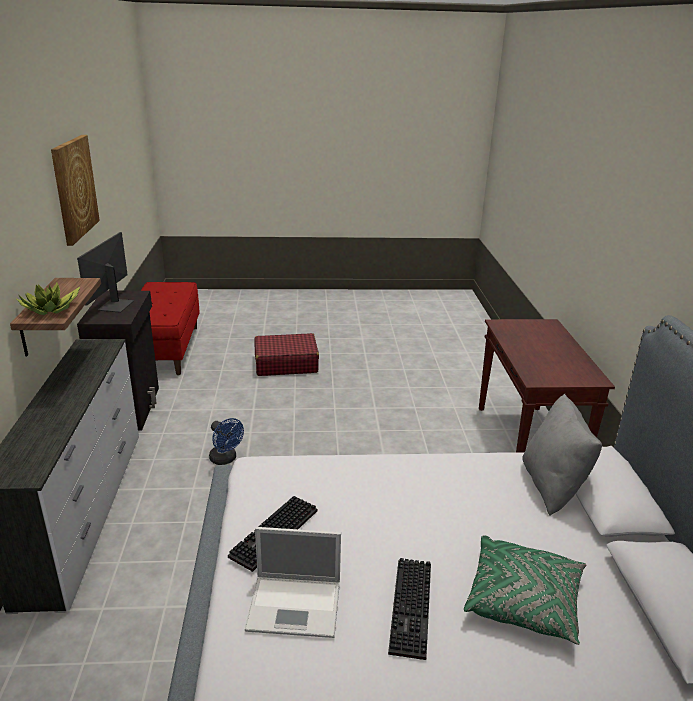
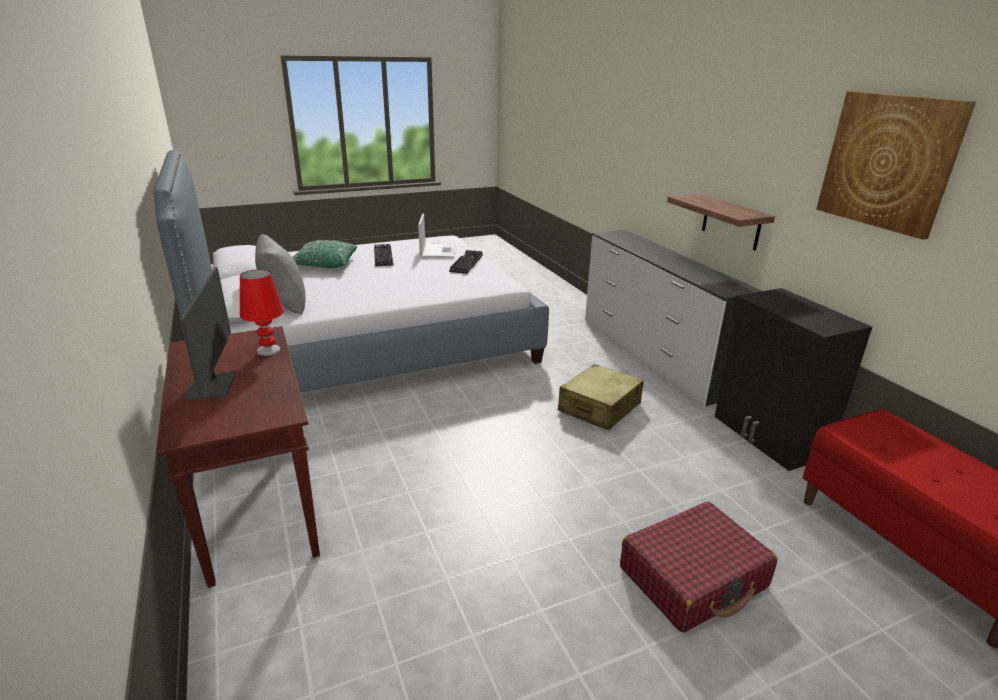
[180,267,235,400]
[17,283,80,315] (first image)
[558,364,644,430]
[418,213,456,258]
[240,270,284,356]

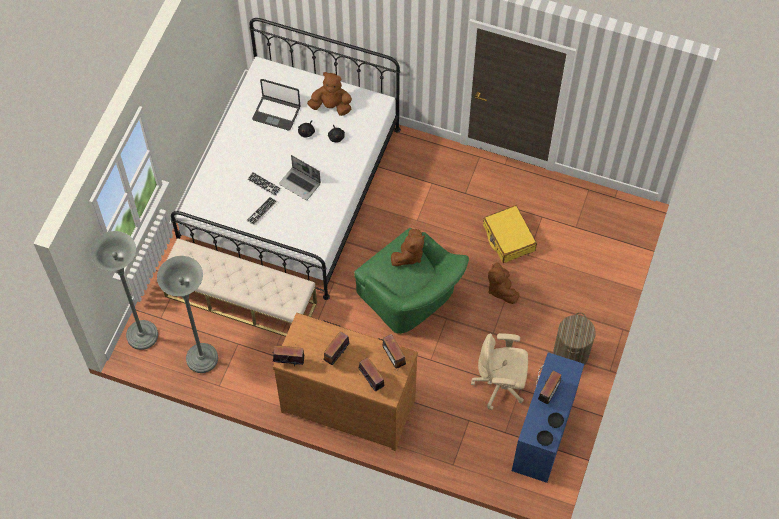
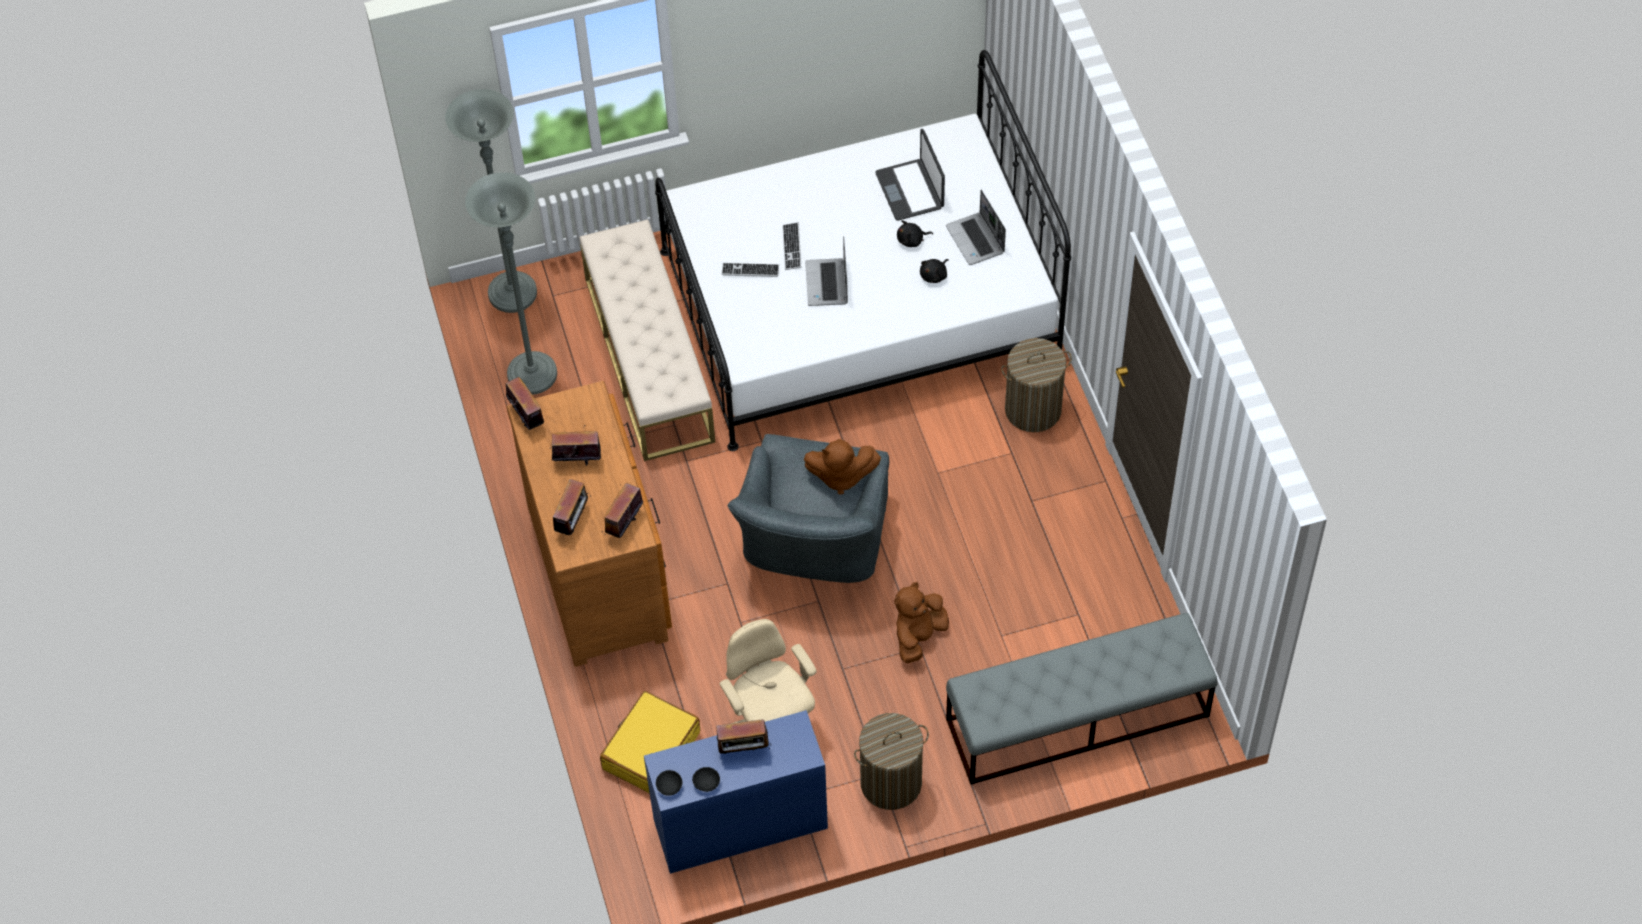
[946,190,1006,265]
[600,691,700,794]
[728,434,889,583]
[1001,338,1072,432]
[946,613,1217,785]

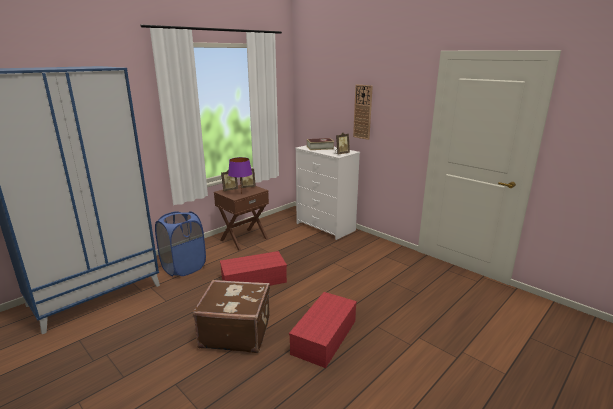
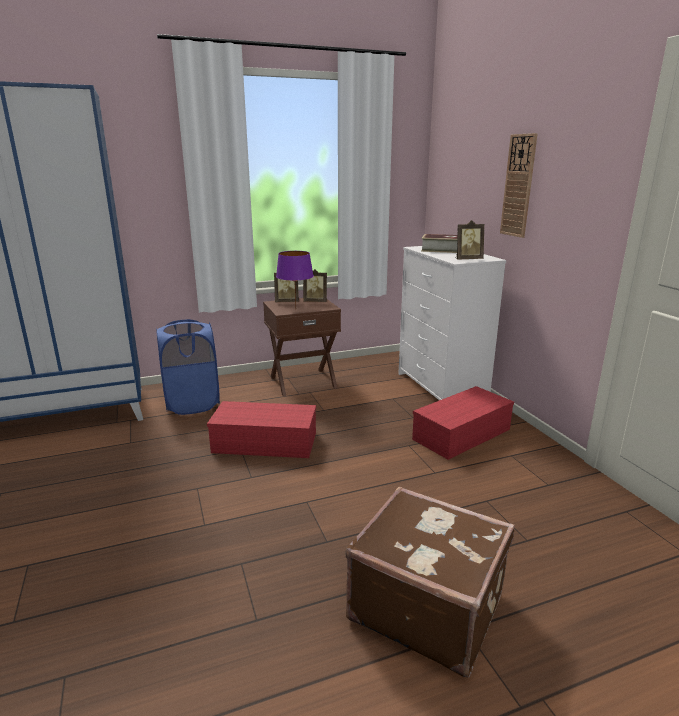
[345,487,515,677]
[412,386,514,460]

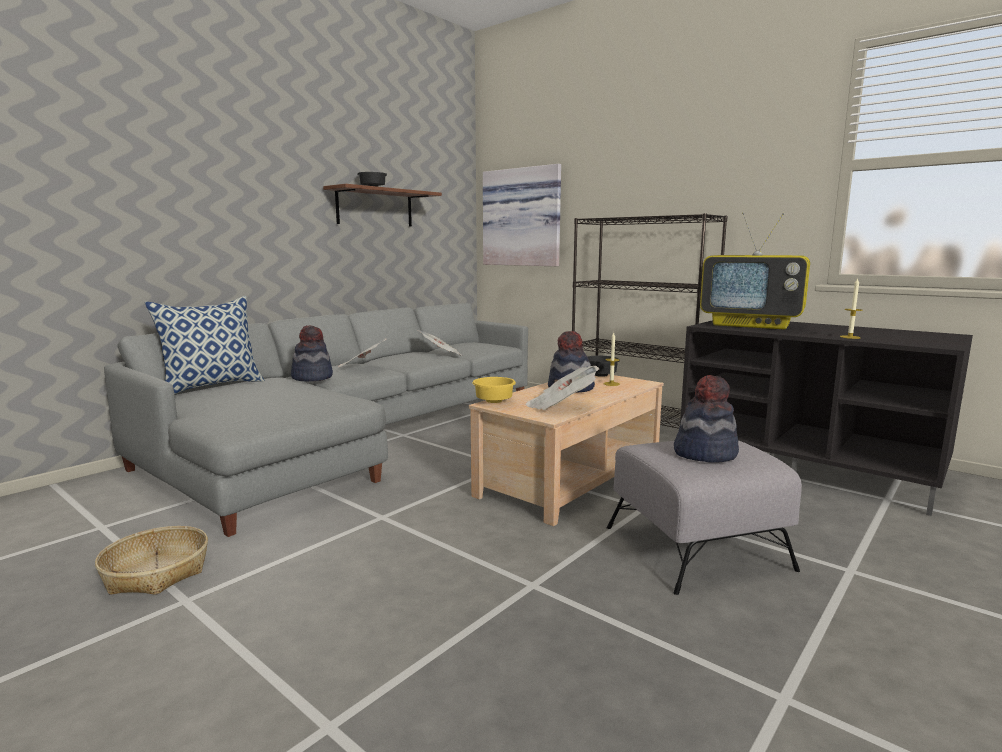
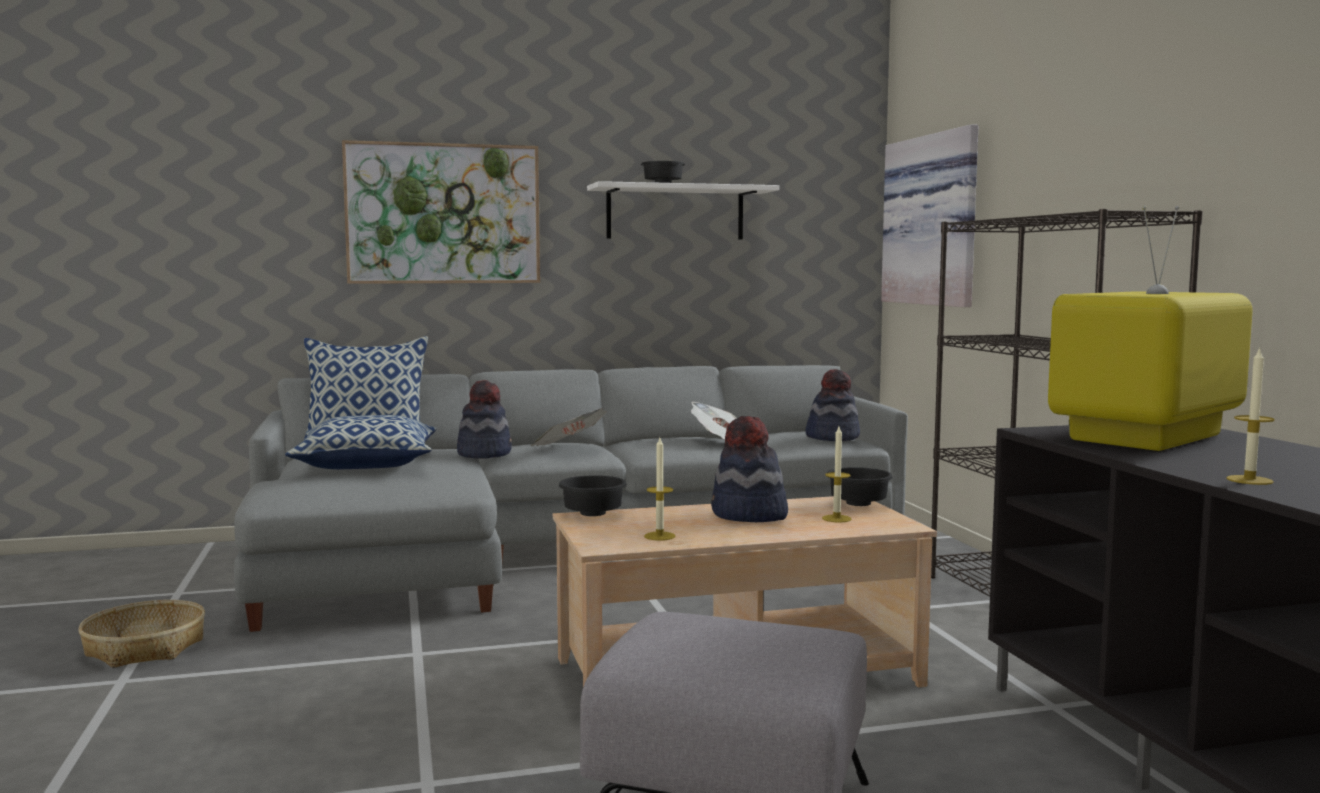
[587,181,779,240]
[1048,206,1253,451]
[644,438,676,541]
[805,369,860,441]
[559,475,627,516]
[342,140,540,284]
[285,415,436,469]

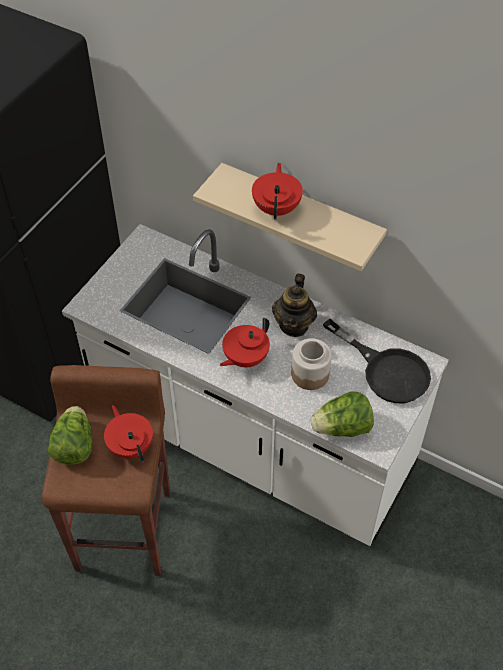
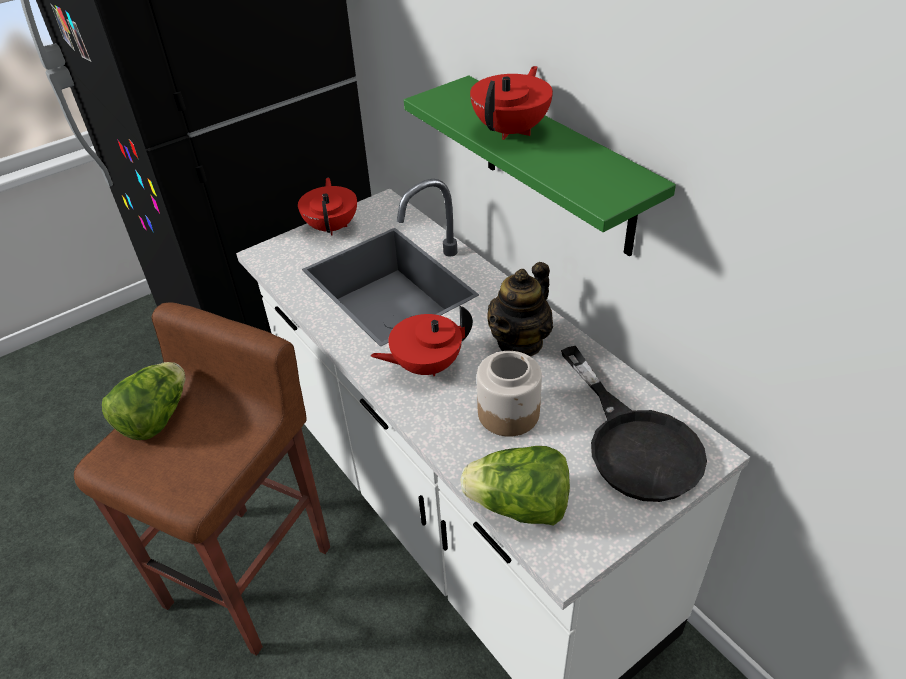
[404,76,676,256]
[298,178,357,236]

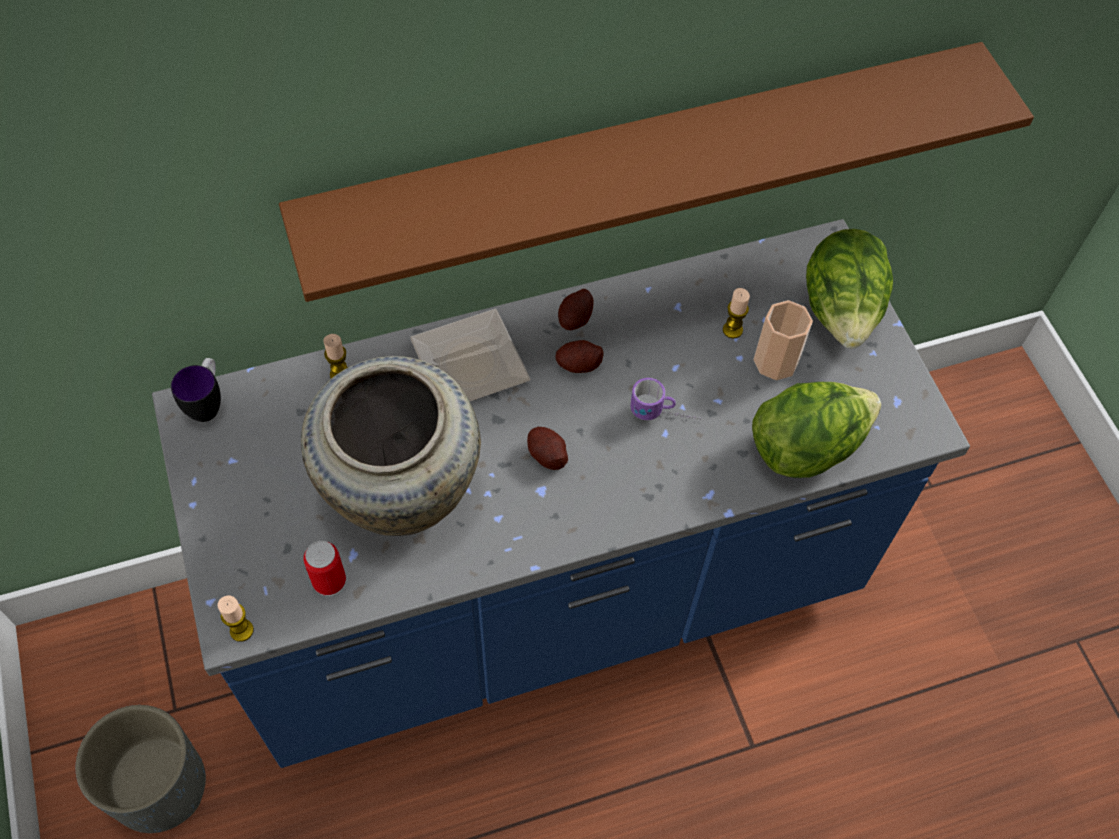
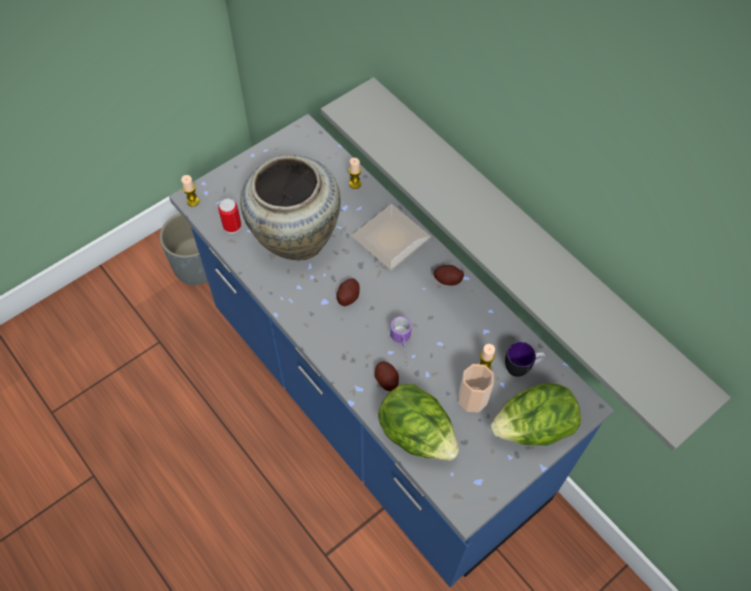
[321,77,731,451]
[375,361,399,391]
[505,342,545,377]

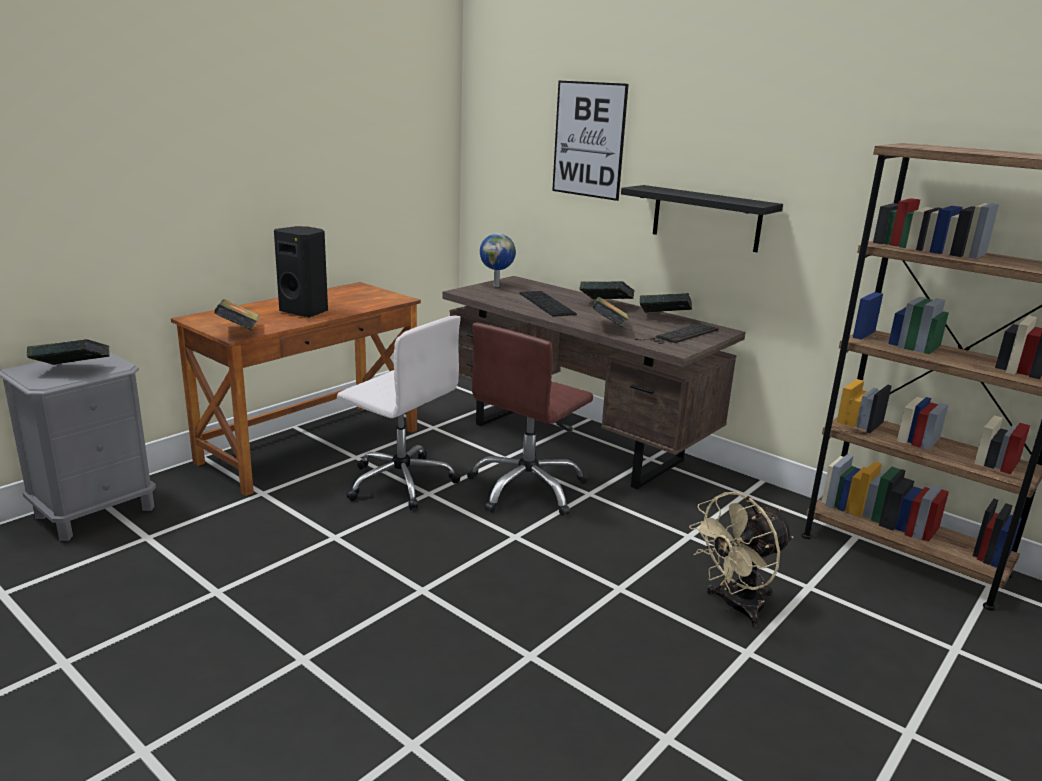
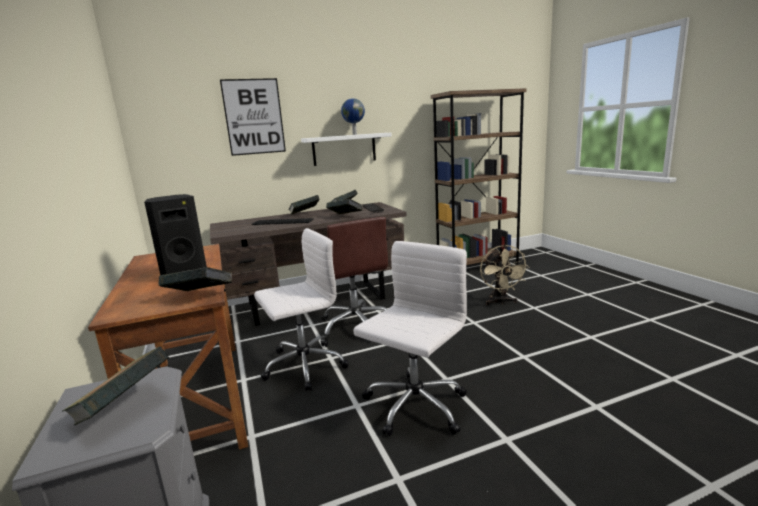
[301,133,392,166]
[341,98,365,135]
[353,241,467,436]

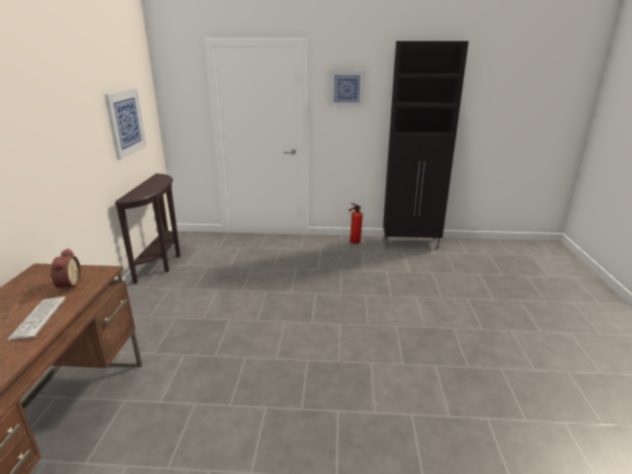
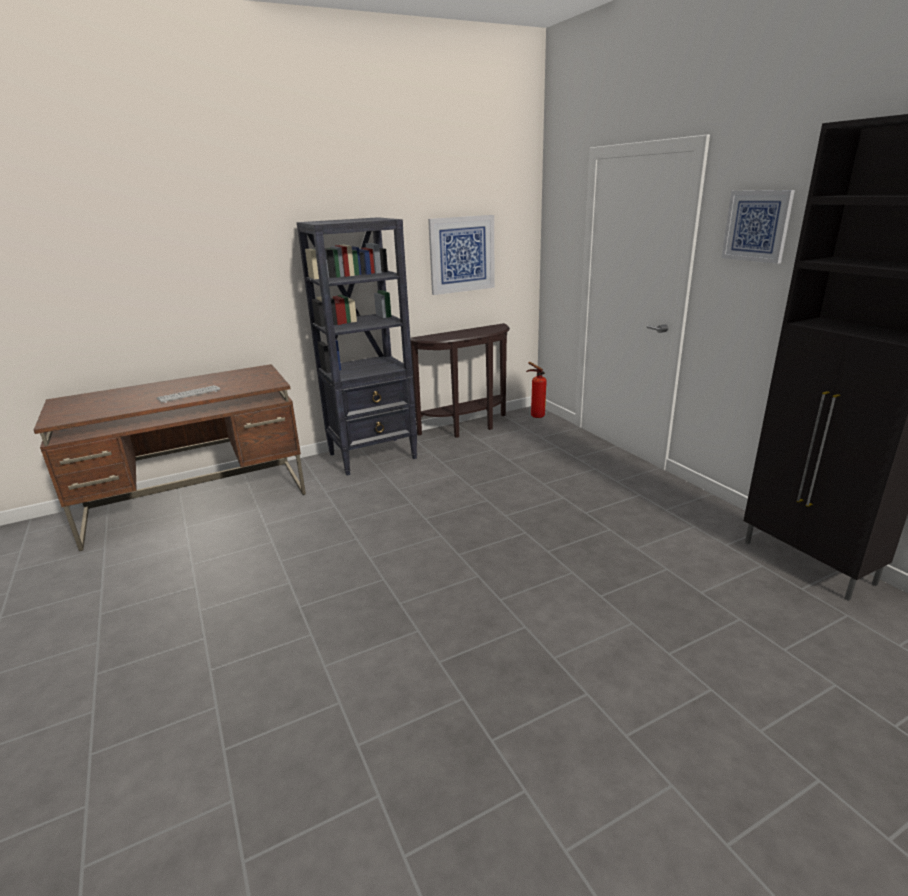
[526,362,547,418]
[50,248,81,292] (first image)
[297,217,417,476]

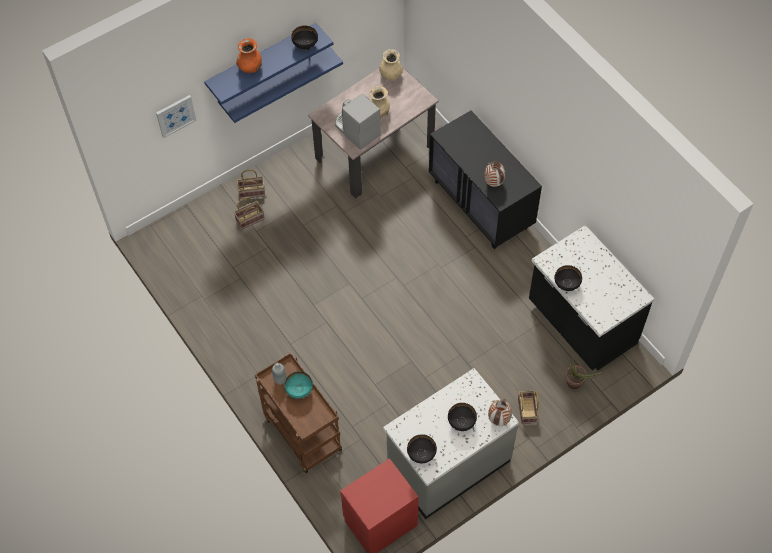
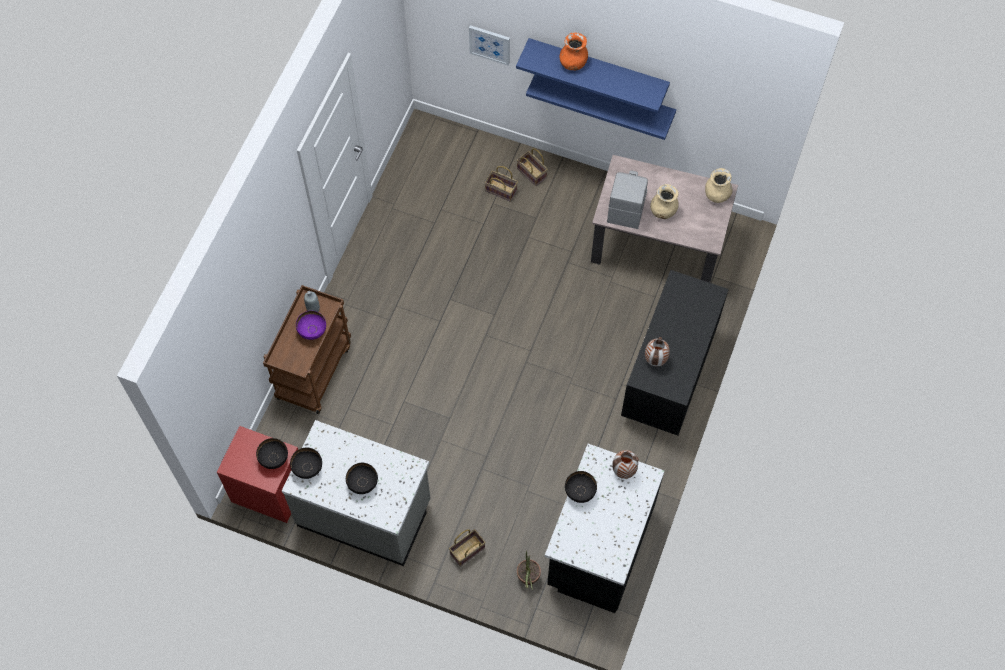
[256,438,288,469]
[296,311,326,340]
[612,450,639,479]

